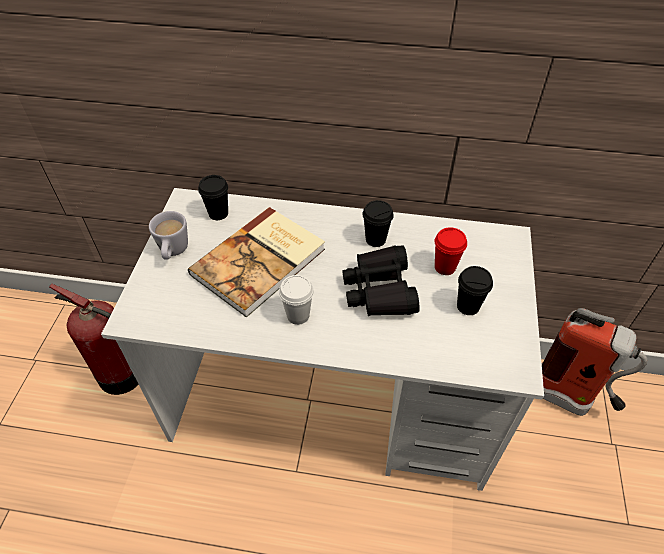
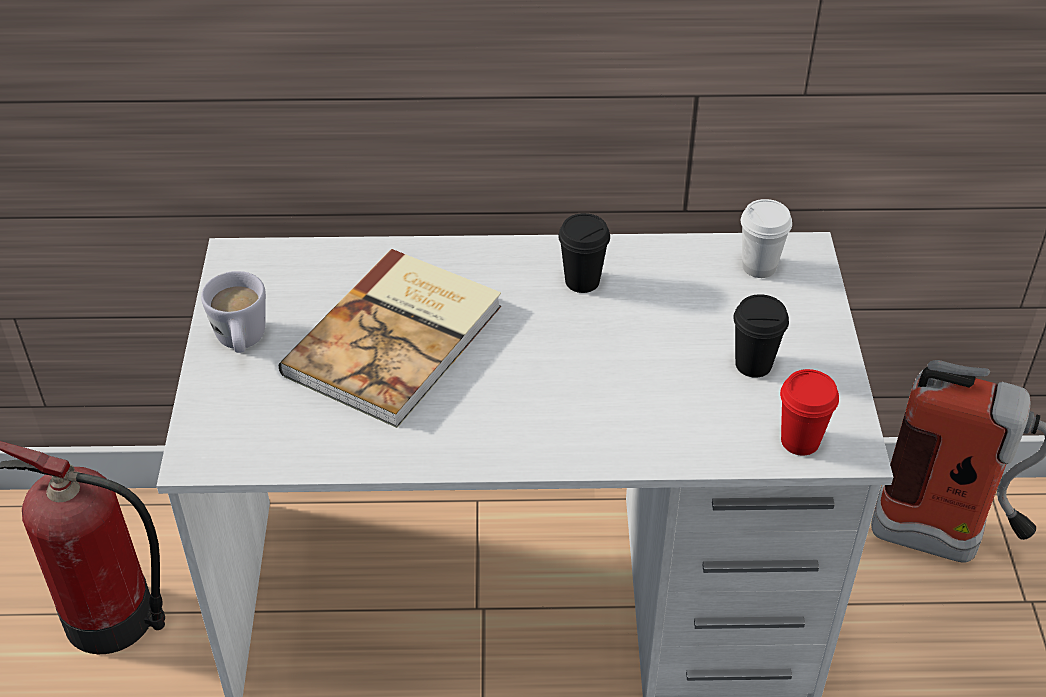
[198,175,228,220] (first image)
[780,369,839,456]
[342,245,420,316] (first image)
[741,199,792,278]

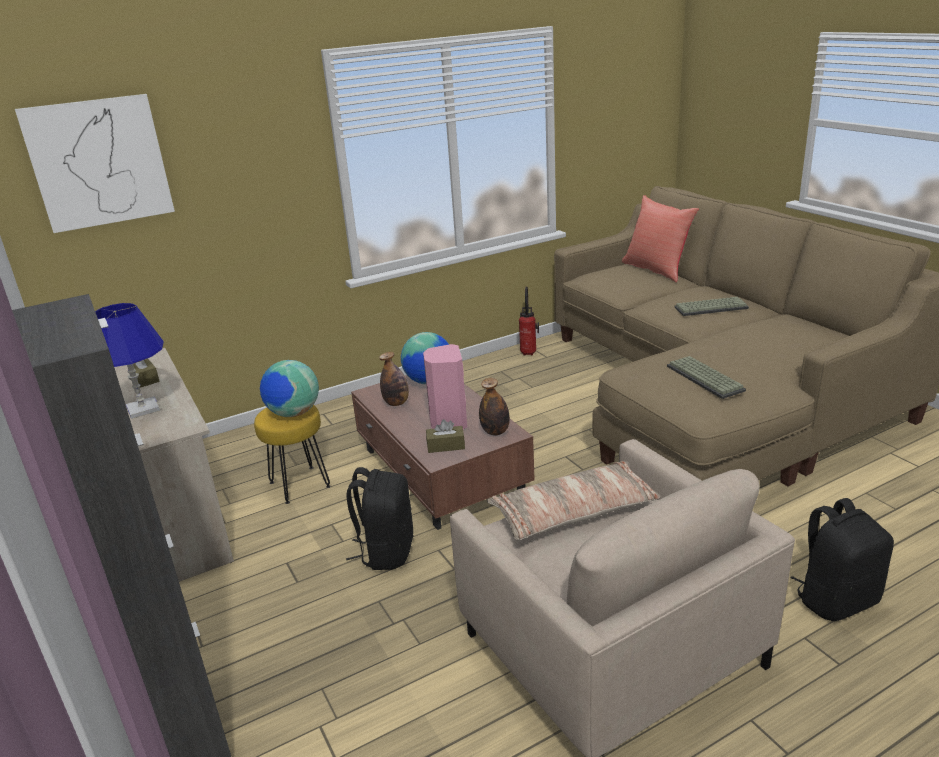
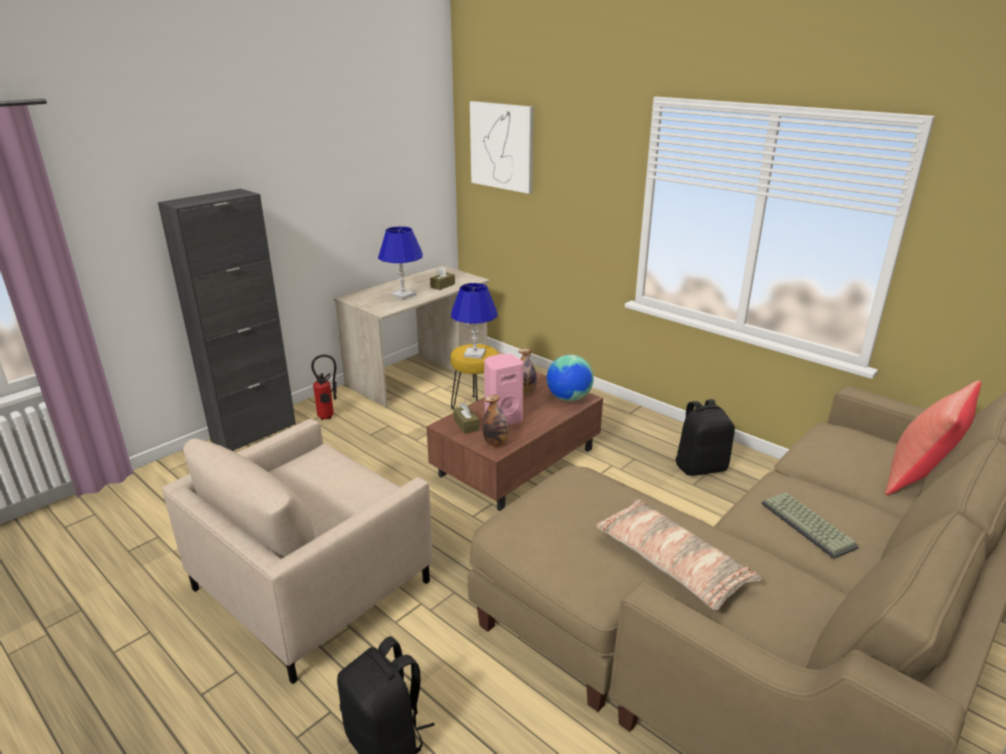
[311,355,337,420]
[667,356,746,399] (first image)
[451,283,498,359]
[595,499,761,610]
[675,399,735,476]

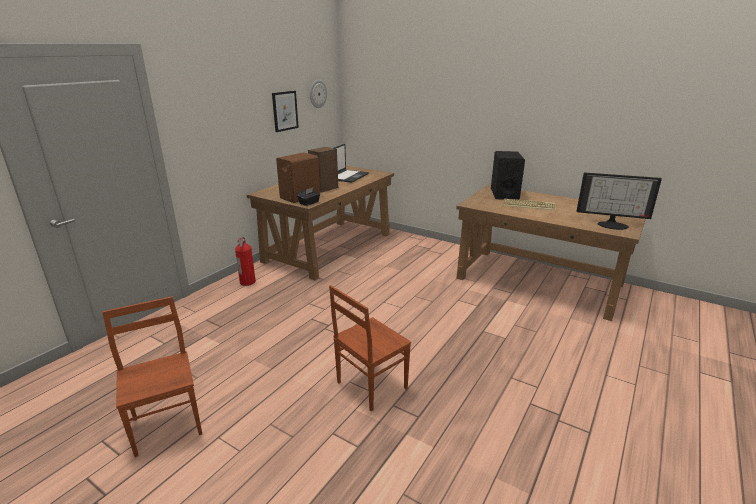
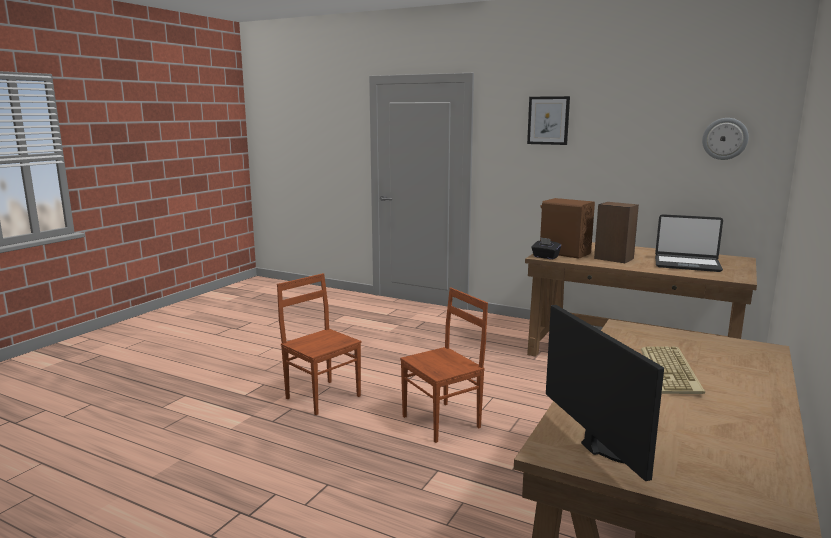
[527,96,570,145]
[491,151,525,200] (first image)
[546,305,664,481]
[235,237,256,286] (first image)
[400,288,488,443]

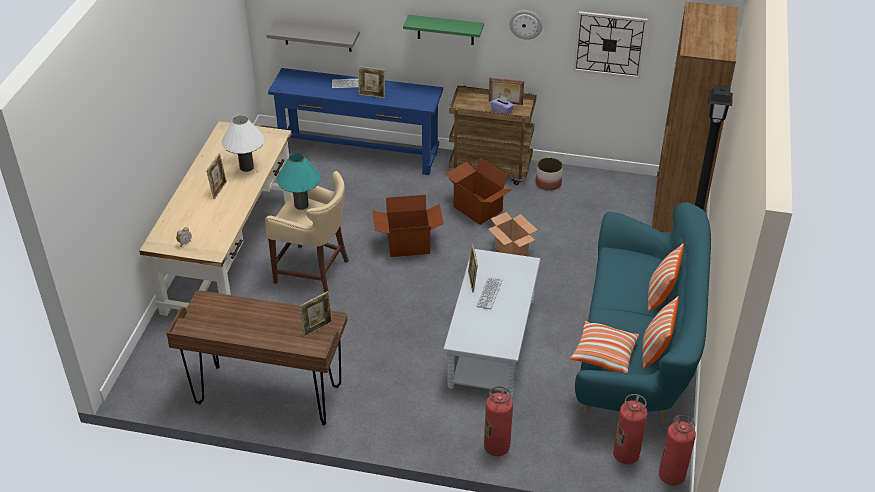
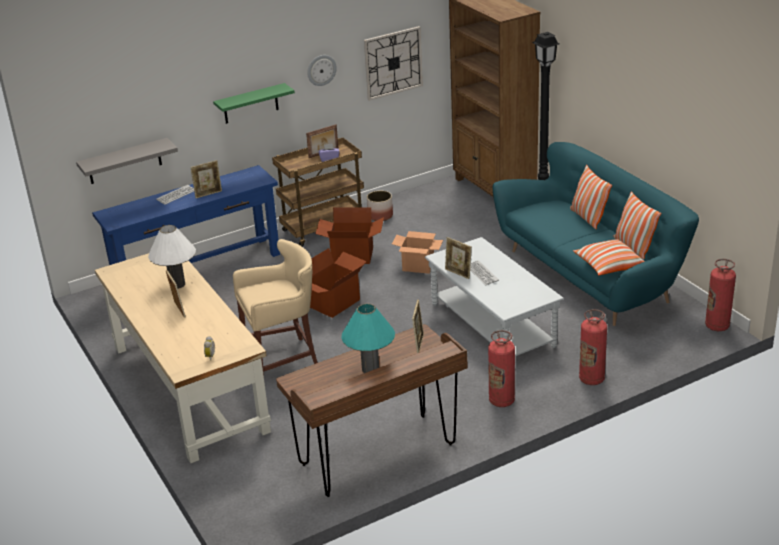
[341,304,395,373]
[488,330,515,407]

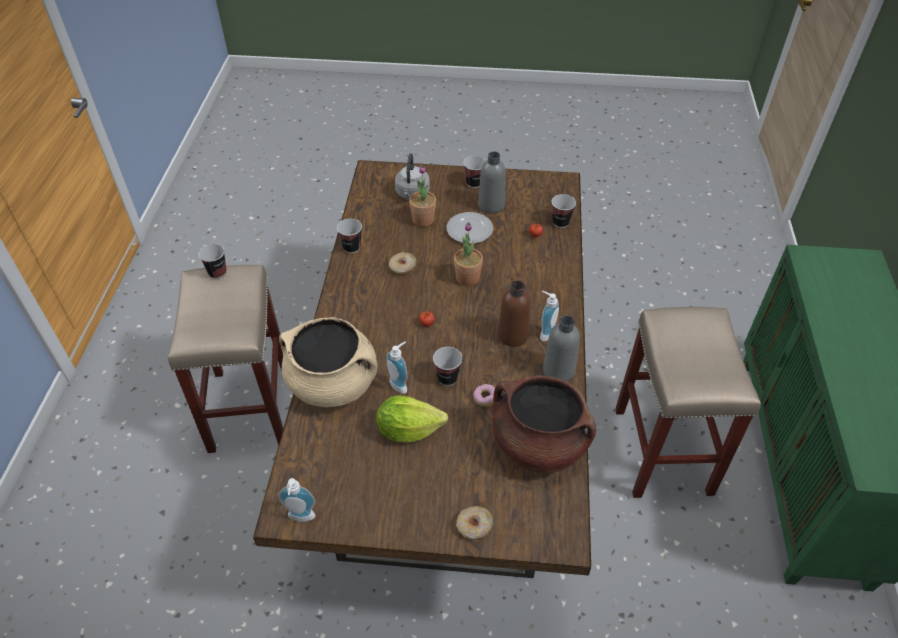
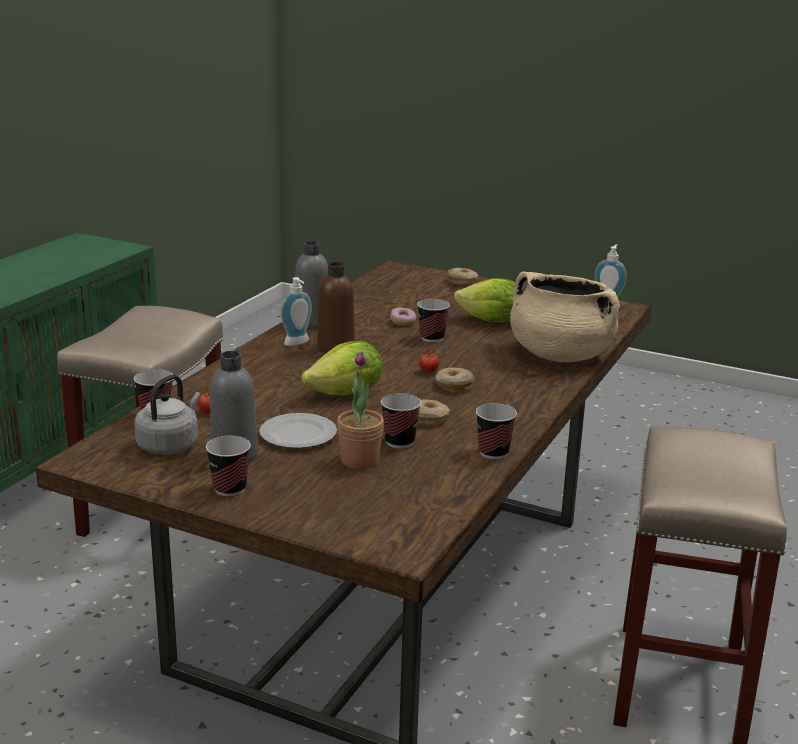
[134,374,201,455]
[301,341,382,395]
[381,393,421,448]
[386,342,407,394] (first image)
[492,376,596,473] (first image)
[435,367,474,392]

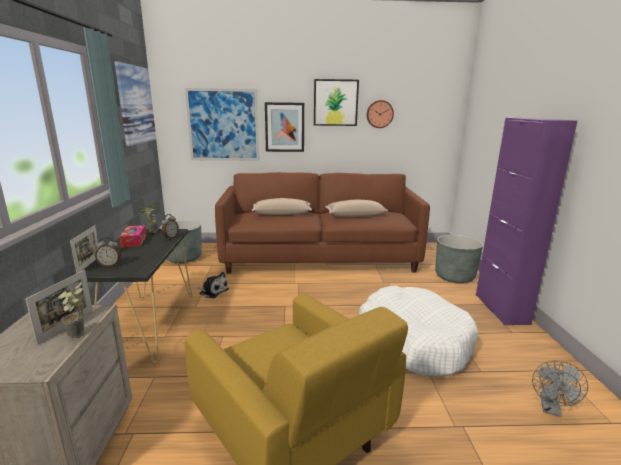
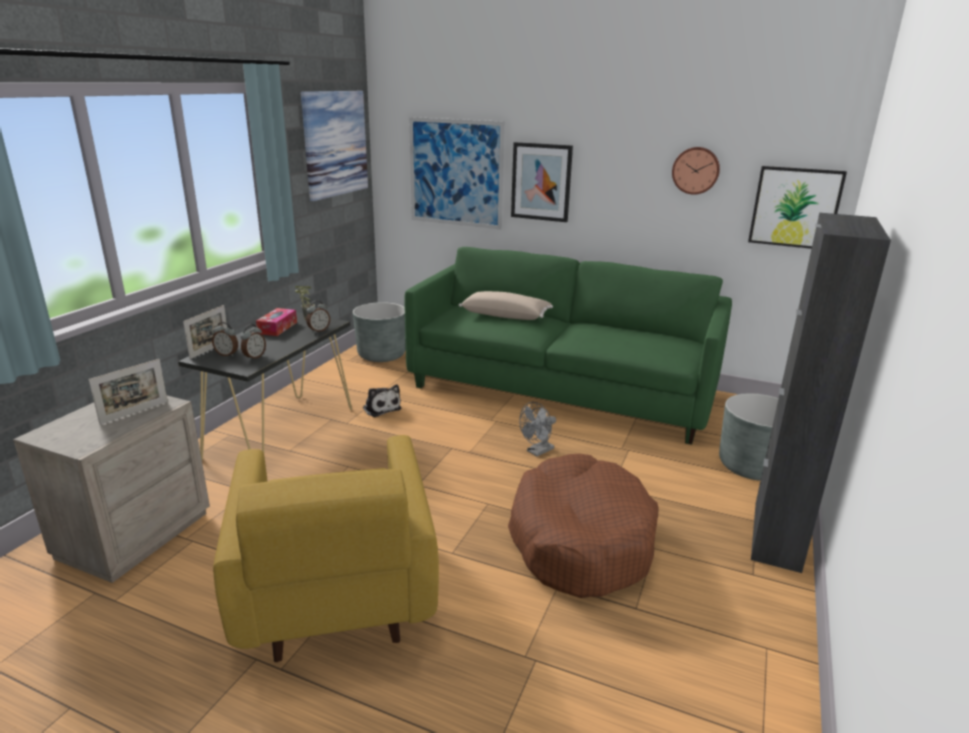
[748,166,847,249]
[751,213,891,573]
[405,247,732,445]
[326,200,388,217] (first image)
[58,282,84,338] (first image)
[508,454,659,598]
[519,402,556,457]
[241,324,266,360]

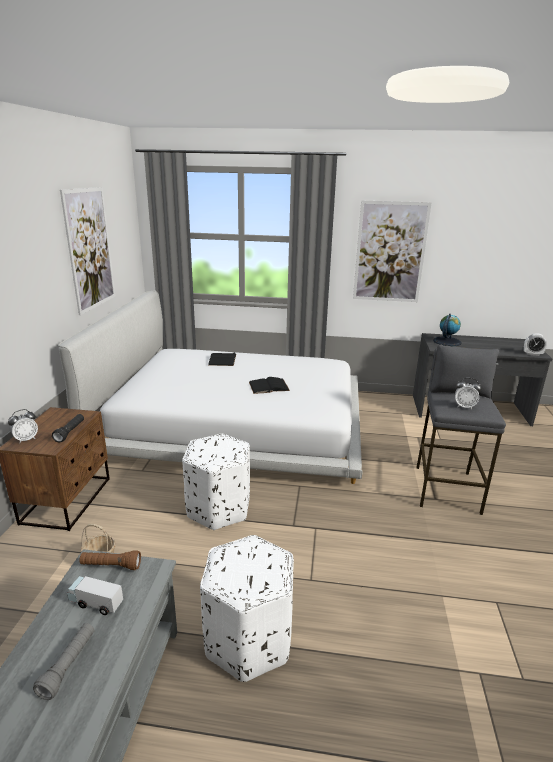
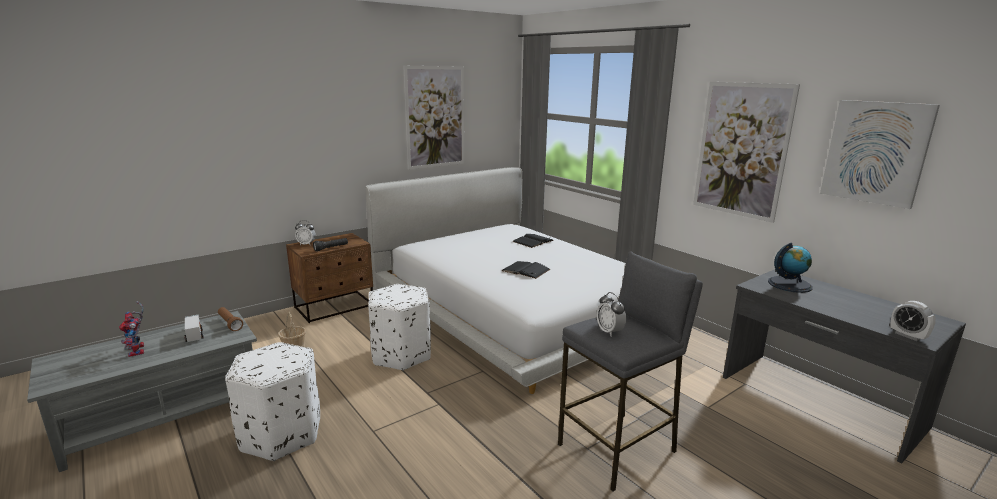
[119,301,144,357]
[820,100,940,209]

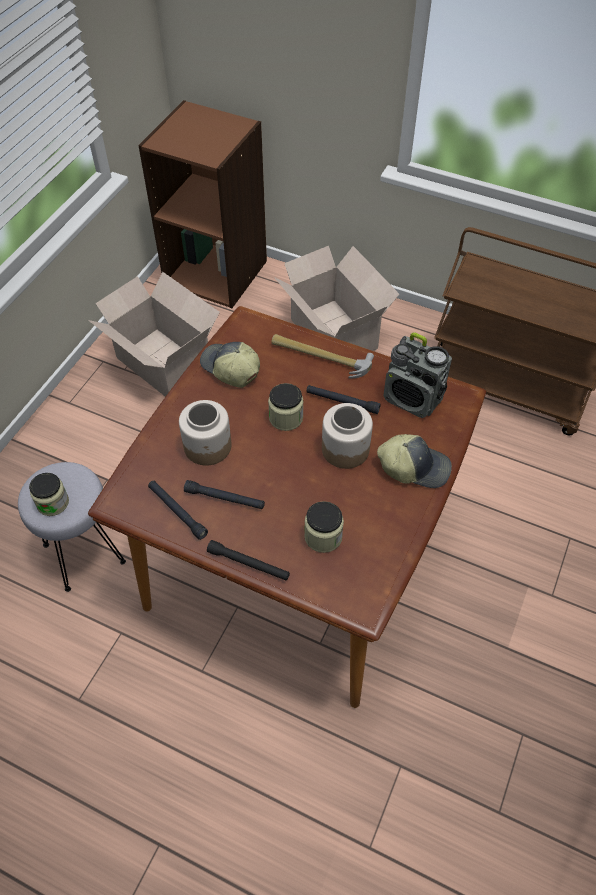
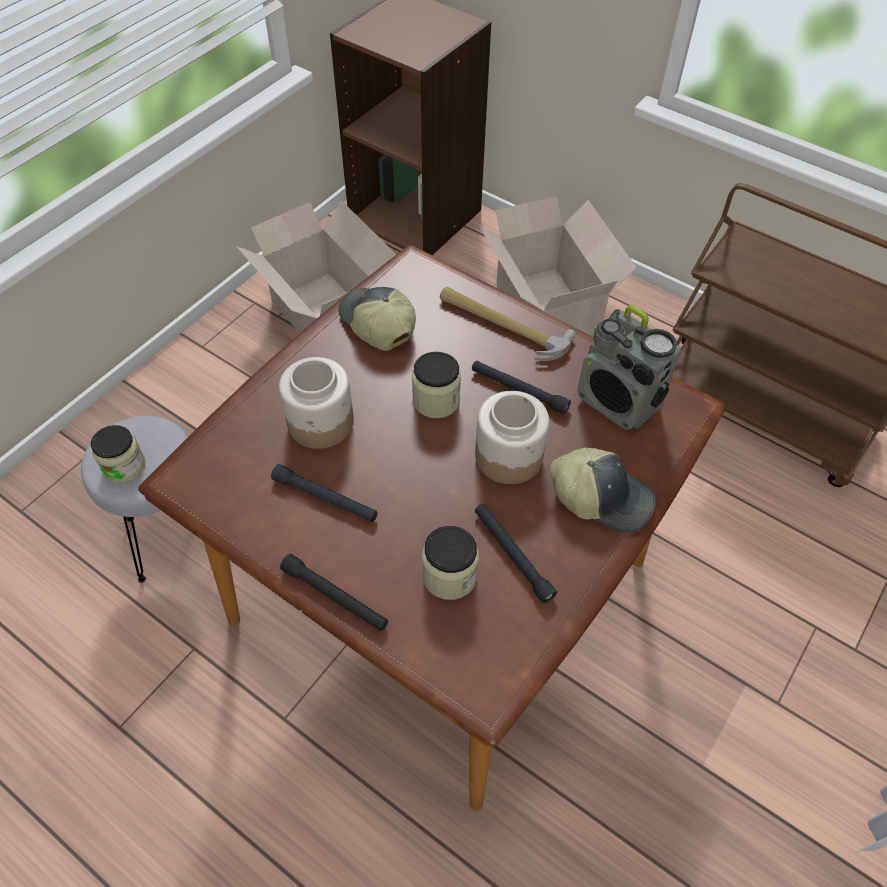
[475,504,557,604]

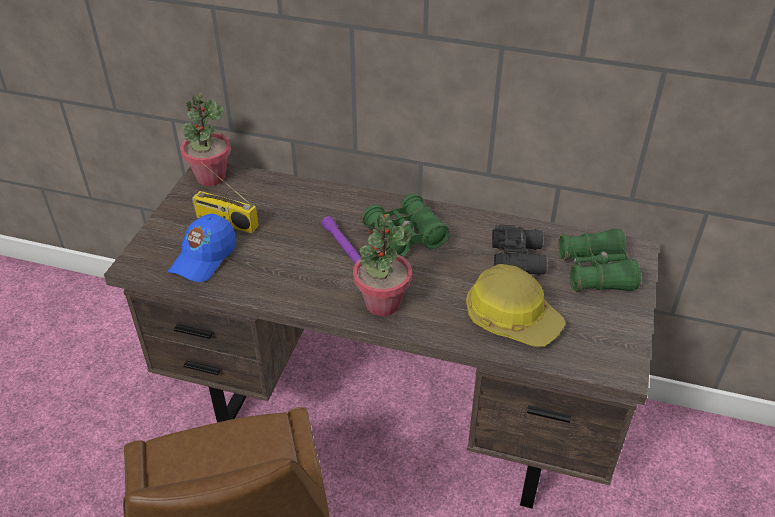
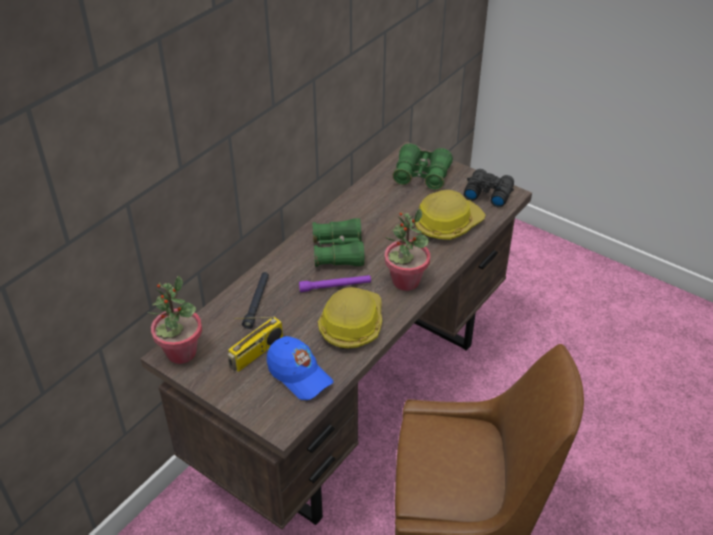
[464,169,514,207]
[242,272,269,329]
[318,287,382,349]

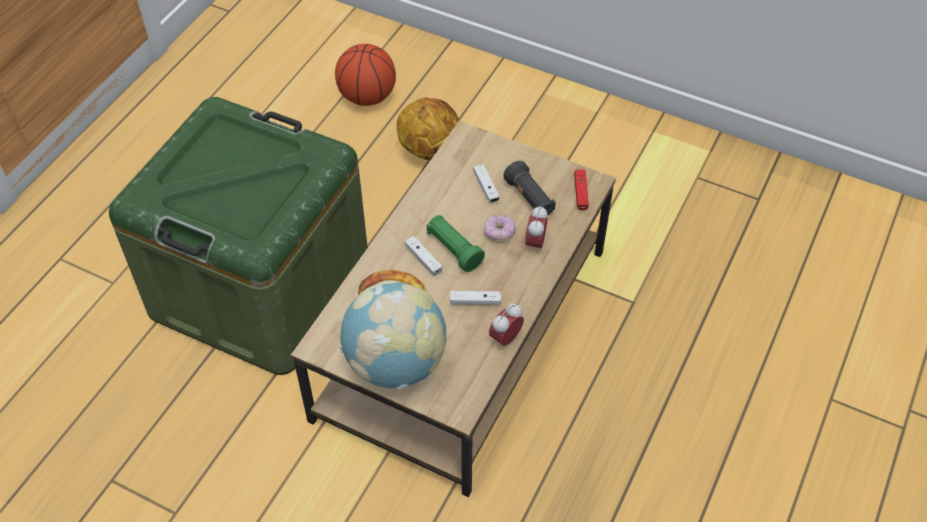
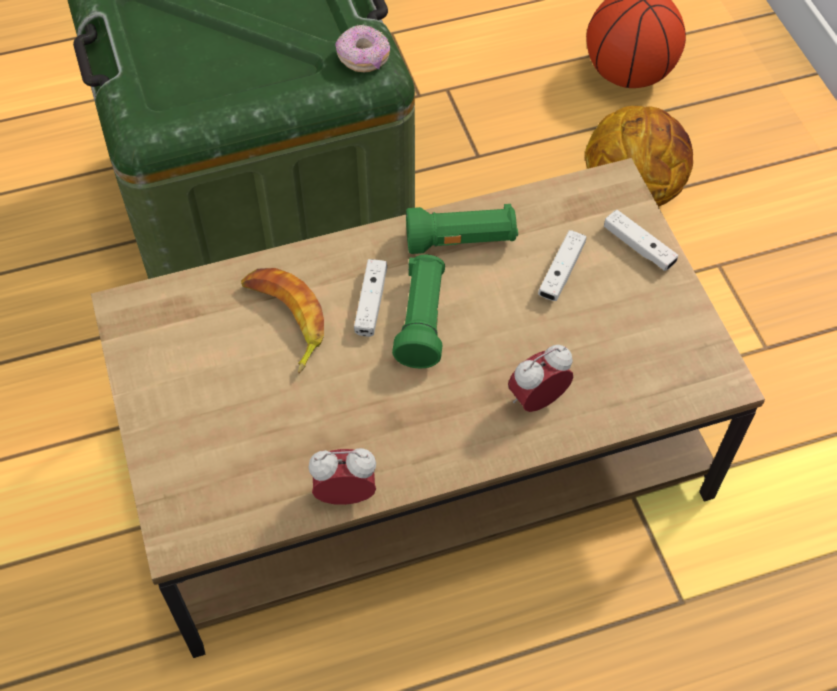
[503,161,556,215] (first image)
[574,170,589,210] (first image)
[335,24,390,72]
[339,280,446,390] (first image)
[604,210,678,271]
[406,204,518,254]

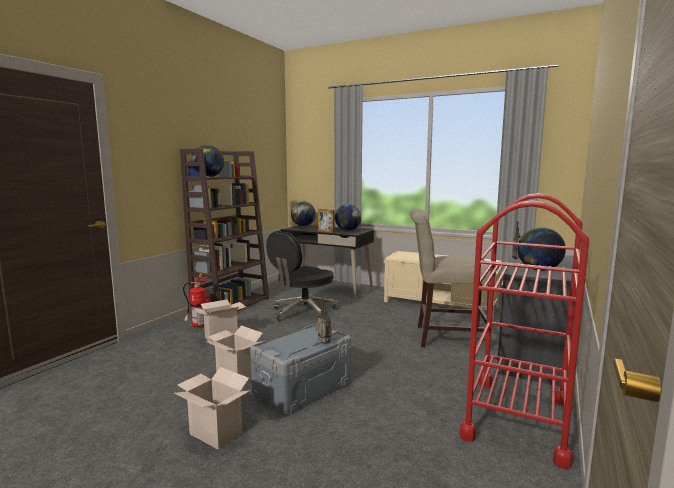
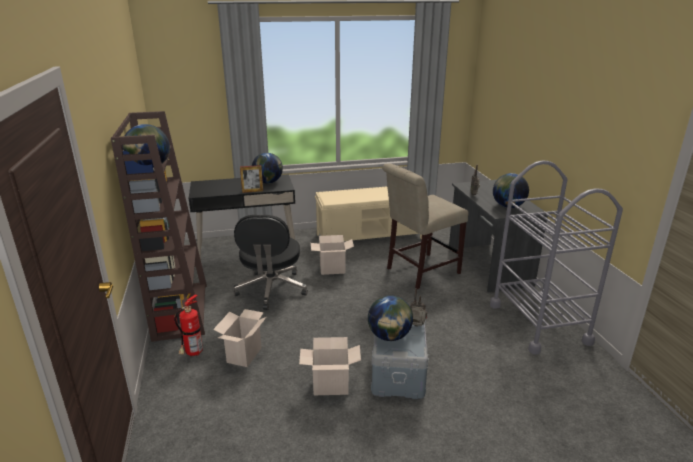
[490,160,623,355]
[368,295,413,341]
[311,235,354,275]

